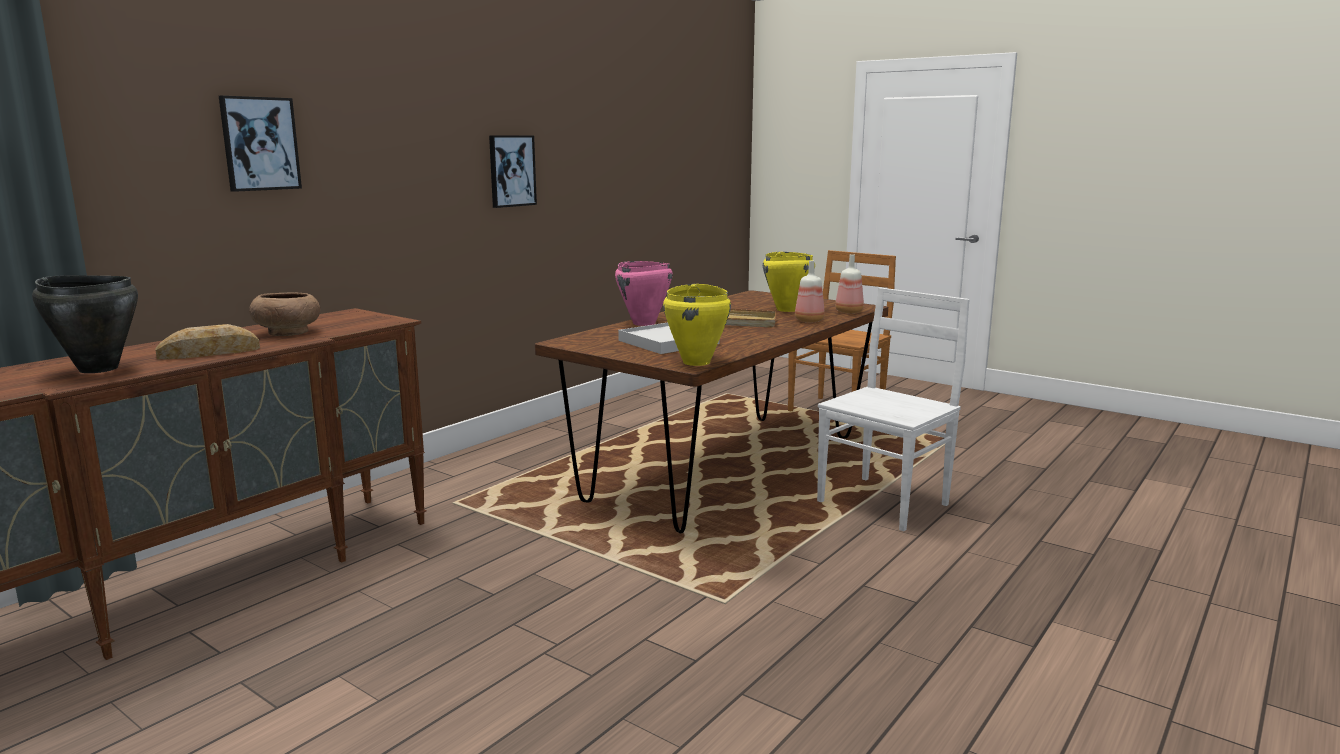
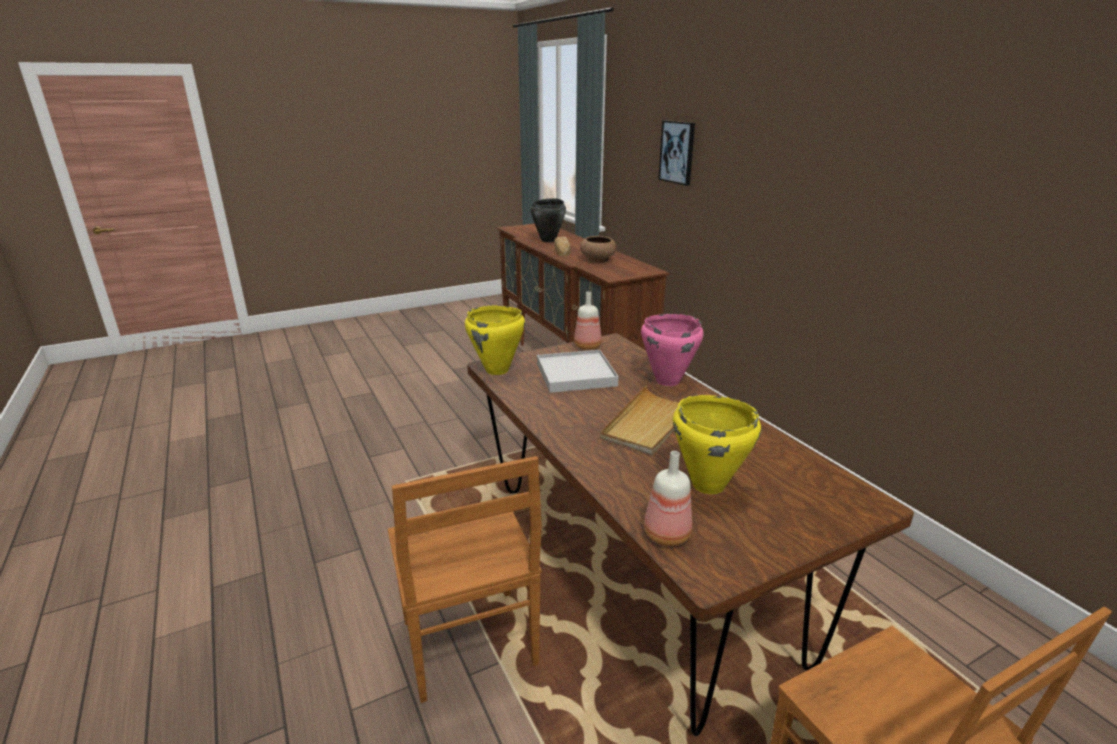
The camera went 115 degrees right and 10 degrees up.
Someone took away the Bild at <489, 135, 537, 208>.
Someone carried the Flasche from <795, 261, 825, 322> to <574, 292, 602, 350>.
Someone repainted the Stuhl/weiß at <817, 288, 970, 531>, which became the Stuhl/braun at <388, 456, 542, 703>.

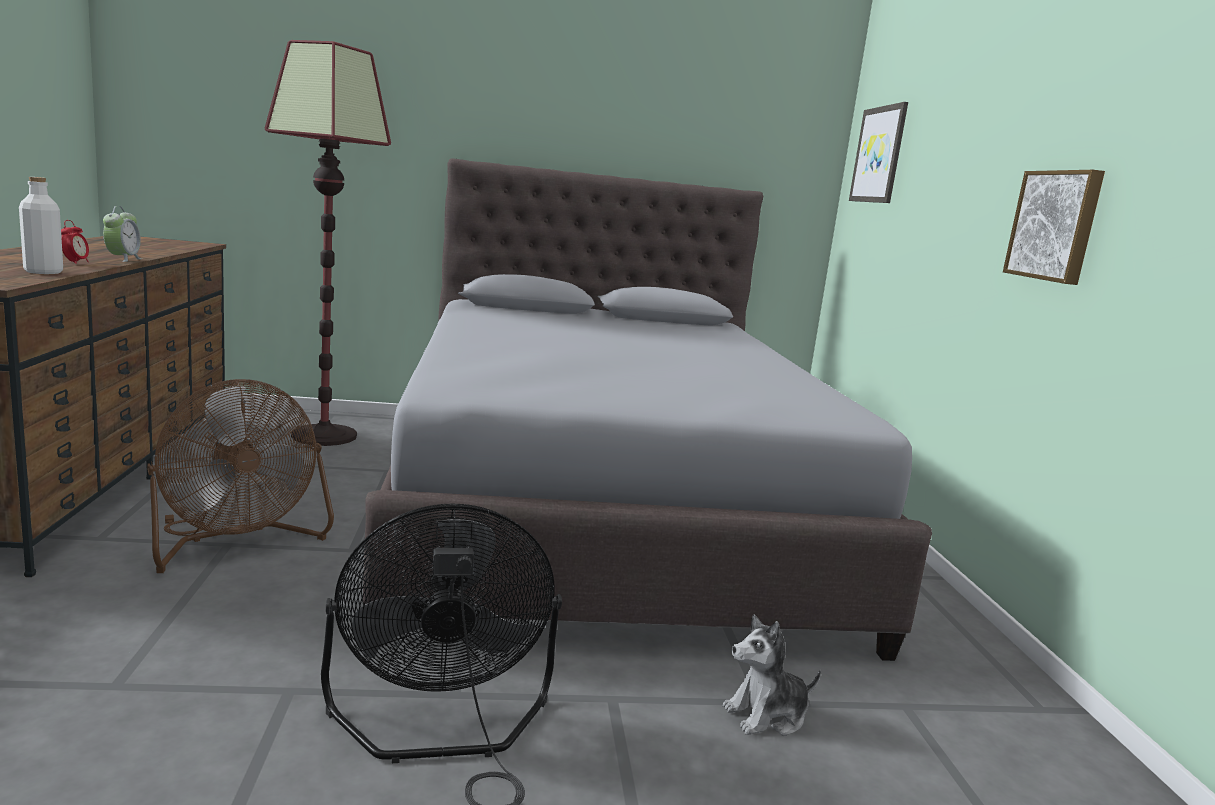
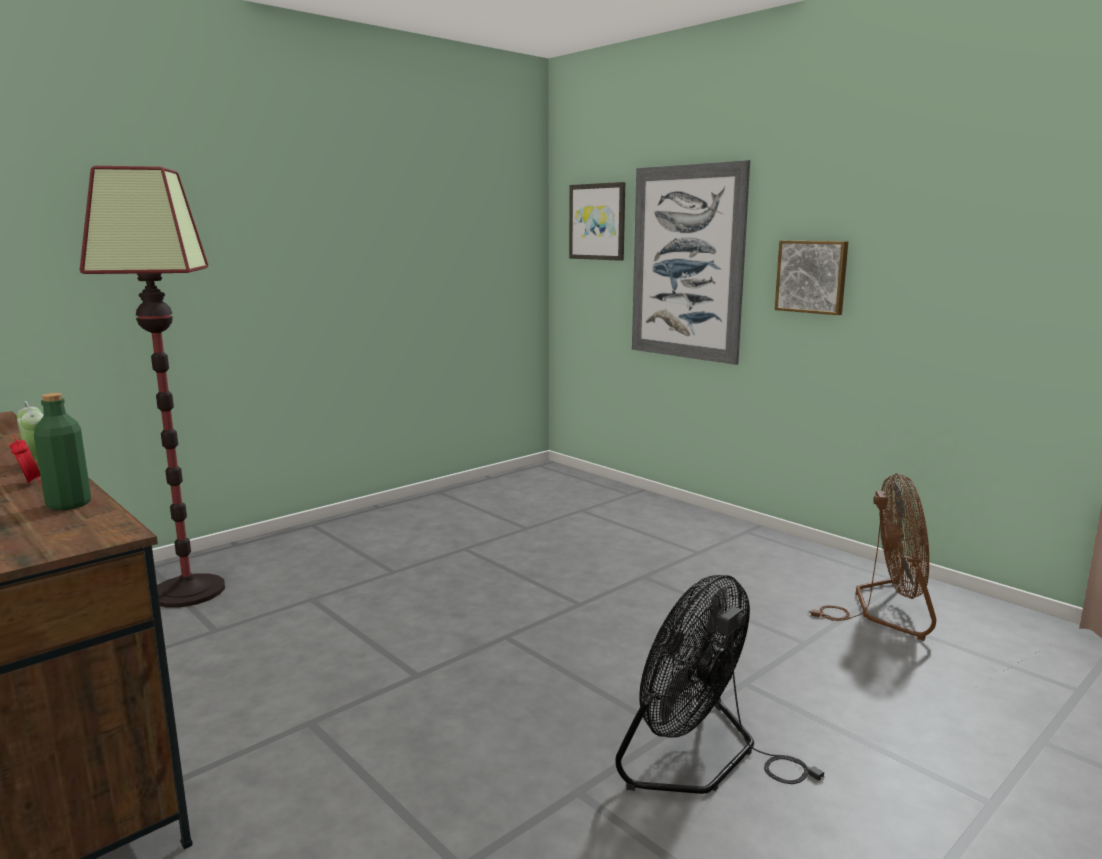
The camera went 35 degrees left and 0 degrees up.
Someone repainted the Flasche/weiß at <19, 177, 63, 274>, which became the Flasche/grün at <34, 393, 91, 510>.
Someone carried the Ventilator/braun from <147, 379, 334, 573> to <808, 473, 936, 641>.
Someone took away the Bett/grau at <363, 159, 932, 661>.
Someone took away the Plüschtier at <723, 614, 821, 736>.
Someone put up the Bild at <632, 160, 750, 365>.

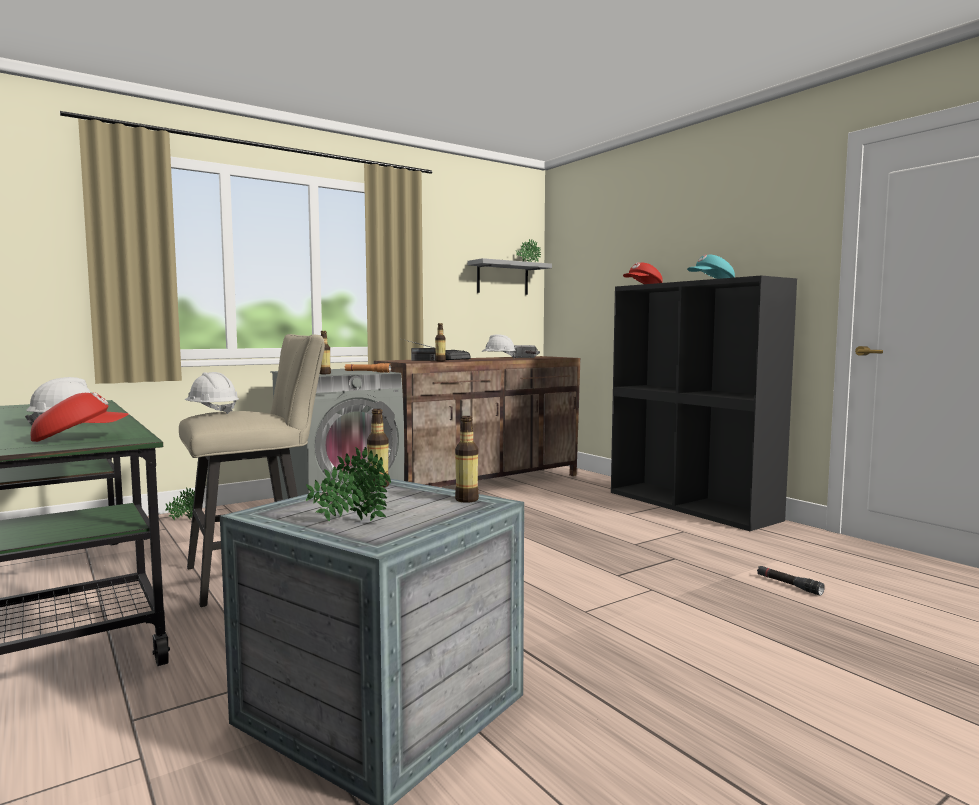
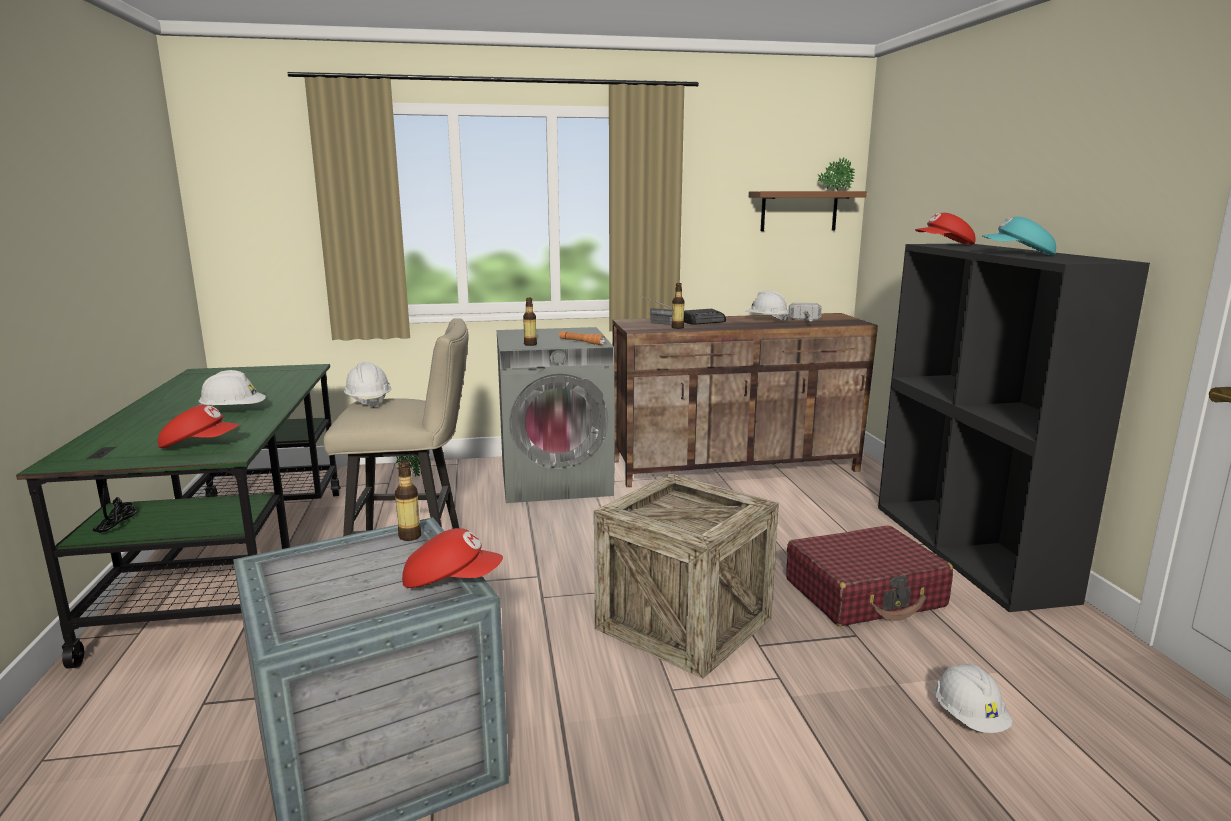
The camera went 25 degrees right and 10 degrees up.
Someone took away the Topfpflanze at <306, 447, 391, 522>.
Someone swapped the Flasche at <455, 416, 479, 503> for the Kappe/rot at <402, 528, 503, 588>.
Someone repainted the Wandregal/grau at <468, 258, 552, 295>, which became the Wandregal/braun at <749, 191, 867, 231>.
Someone swapped the Taschenlampe/schwarz at <757, 566, 825, 595> for the Schutzhelm/weiß at <934, 664, 1012, 733>.
Someone put down the Kiste at <594, 473, 779, 679>.
Someone put down the Koffer/rot at <786, 525, 953, 626>.

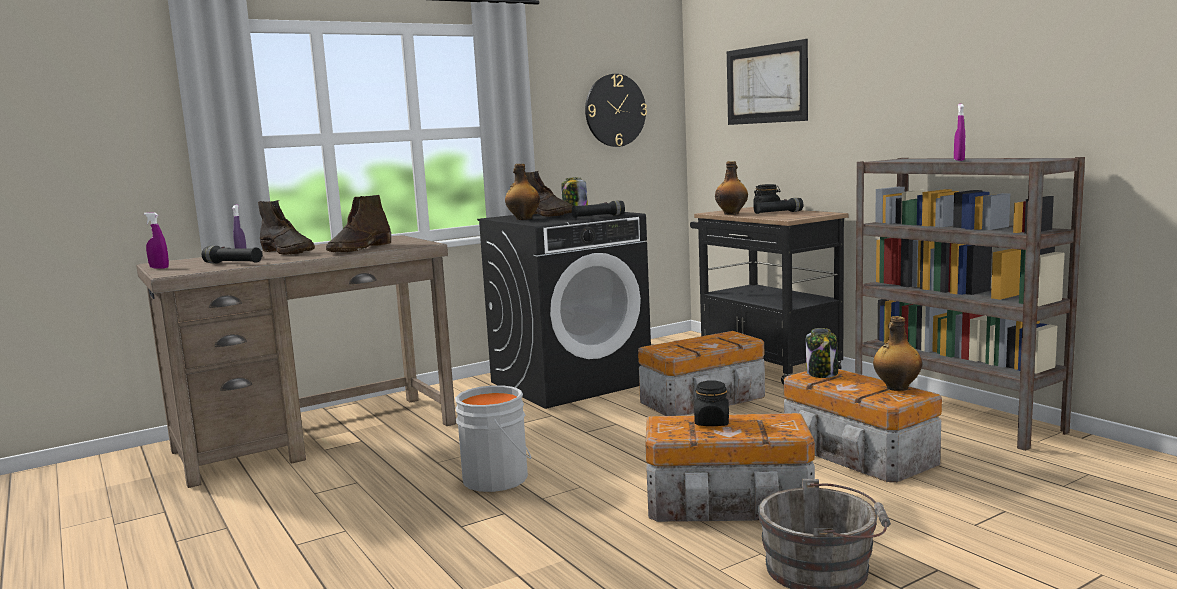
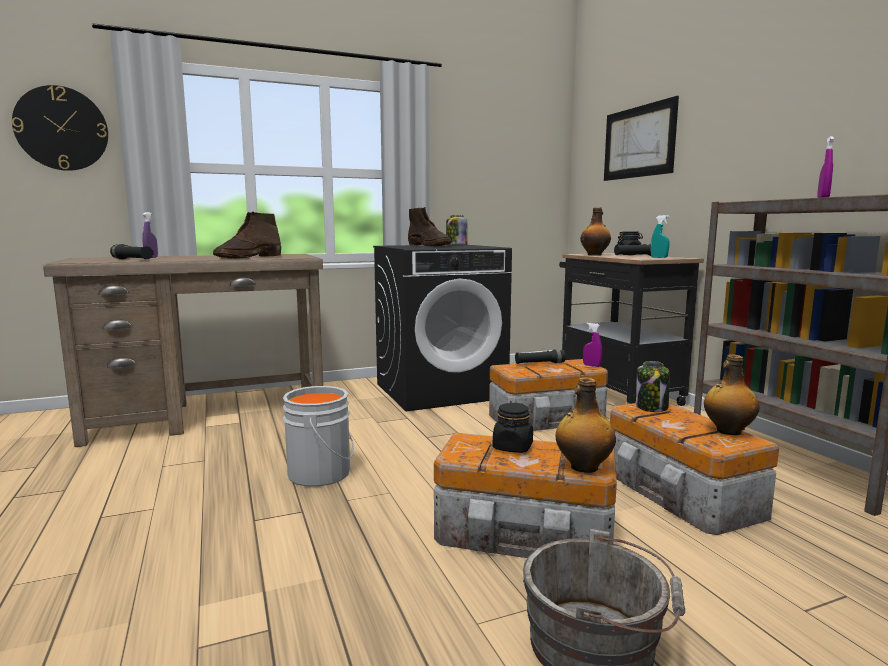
The camera went 10 degrees right and 0 degrees up.
Someone carried the Sprühflasche/lila from <144, 212, 169, 269> to <583, 323, 602, 367>.
Someone took away the Stiefel/braun at <258, 200, 315, 255>.
Someone carried the Flasche from <505, 164, 540, 220> to <556, 378, 616, 473>.
Someone carried the Taschenlampe/schwarz from <572, 200, 625, 218> to <515, 349, 566, 364>.
Someone carried the Wanduhr from <585, 74, 647, 147> to <12, 85, 108, 171>.
Someone put down the Sprühflasche/türkis at <651, 215, 670, 258>.

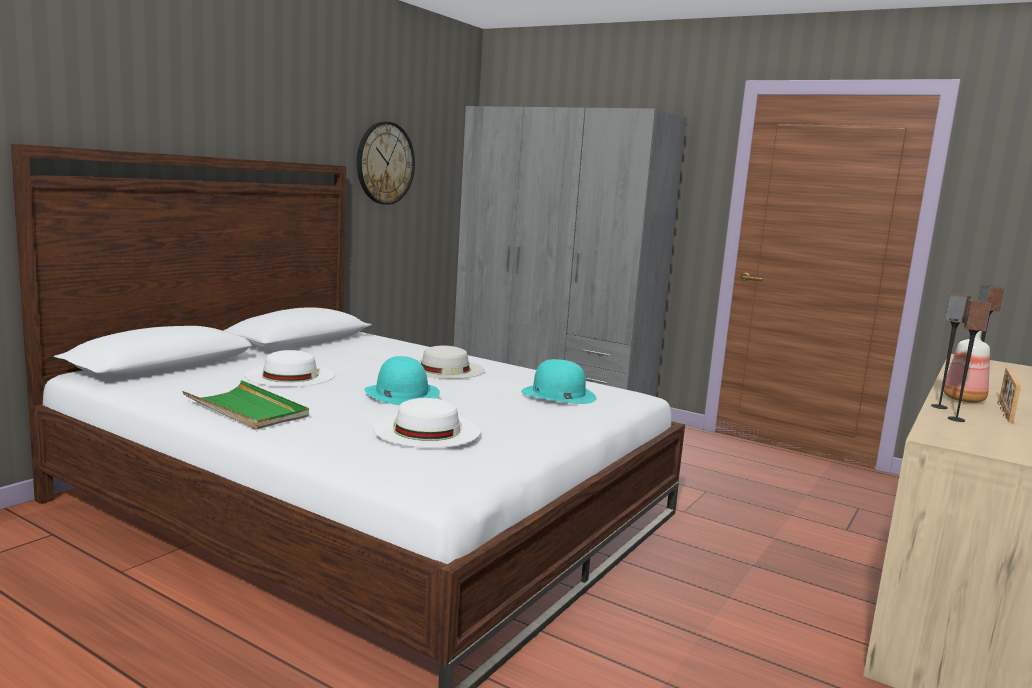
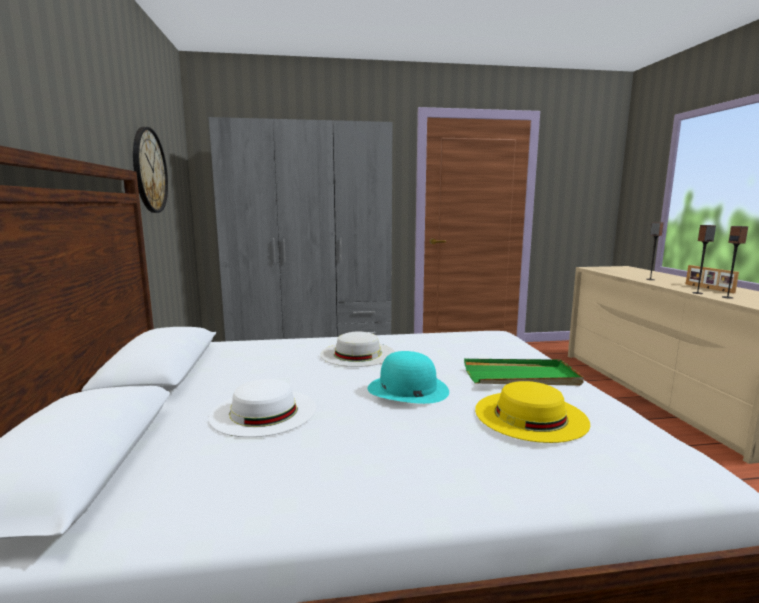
The camera went 40 degrees left and 0 degrees up.
Someone carried the Tablett/grün from <182, 380, 309, 430> to <464, 359, 584, 386>.
Someone repainted the Hut/weiß at <373, 398, 481, 448>, which became the Hut/gelb at <475, 381, 590, 443>.
Someone took away the Hut/türkis at <521, 359, 597, 404>.
Someone took away the Flasche at <943, 331, 990, 403>.

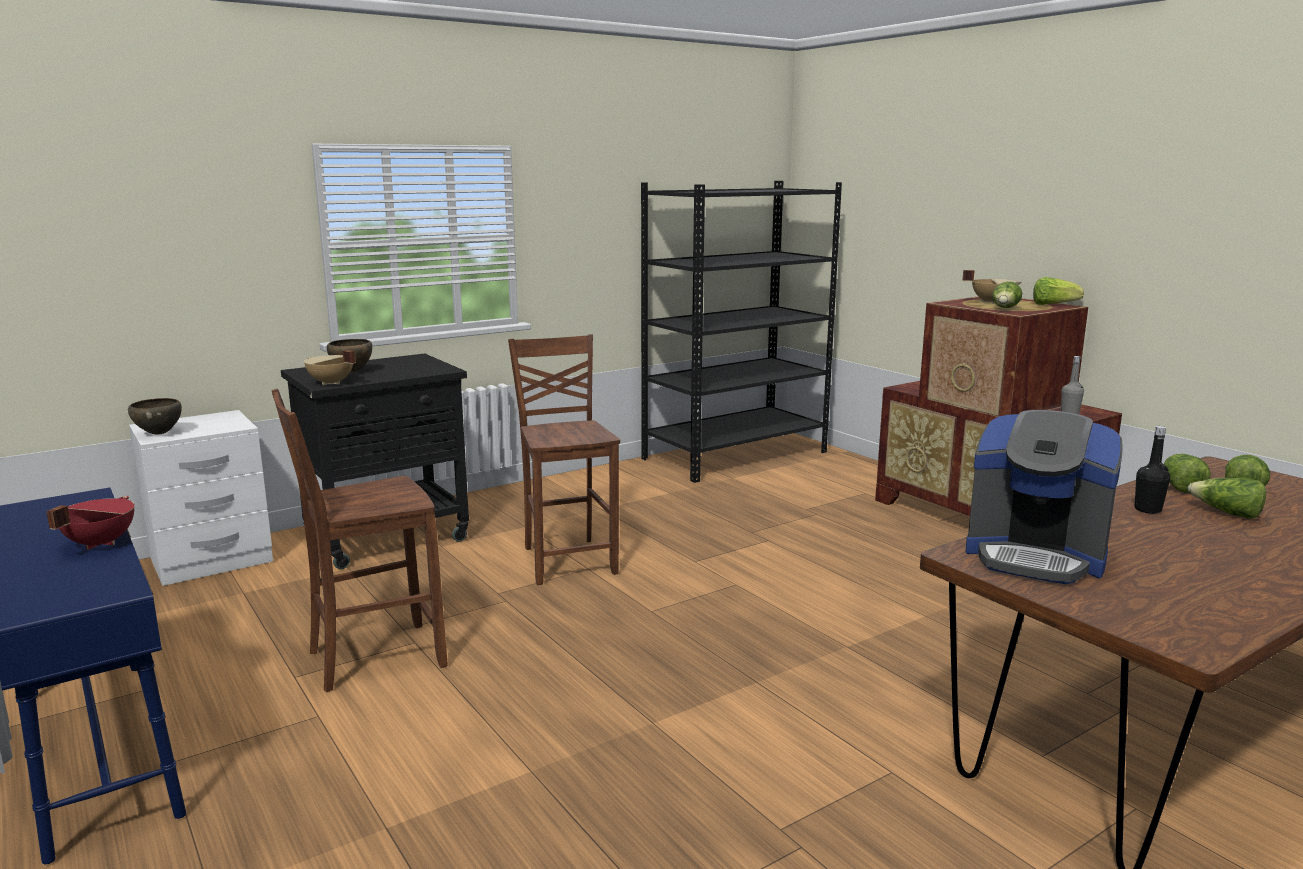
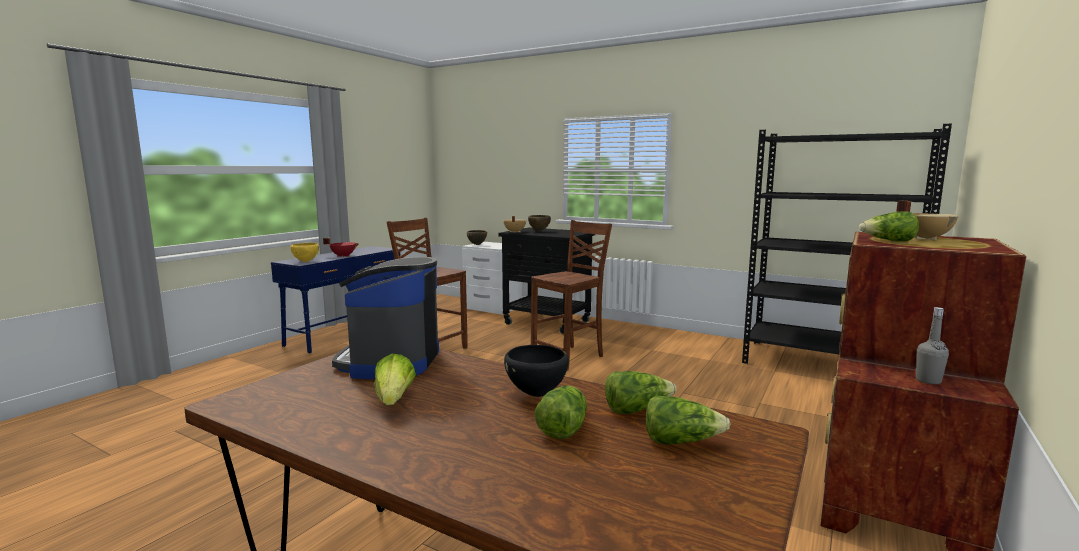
The camera went 65 degrees right and 5 degrees down.
Someone carried the Salatkopf from <1033, 277, 1084, 305> to <374, 354, 416, 405>.
Someone swapped the Flasche/schwarz at <1135, 426, 1170, 514> for the Schüssel/schwarz at <504, 345, 569, 397>.
Someone put down the Schüssel/gelb at <291, 243, 319, 262>.

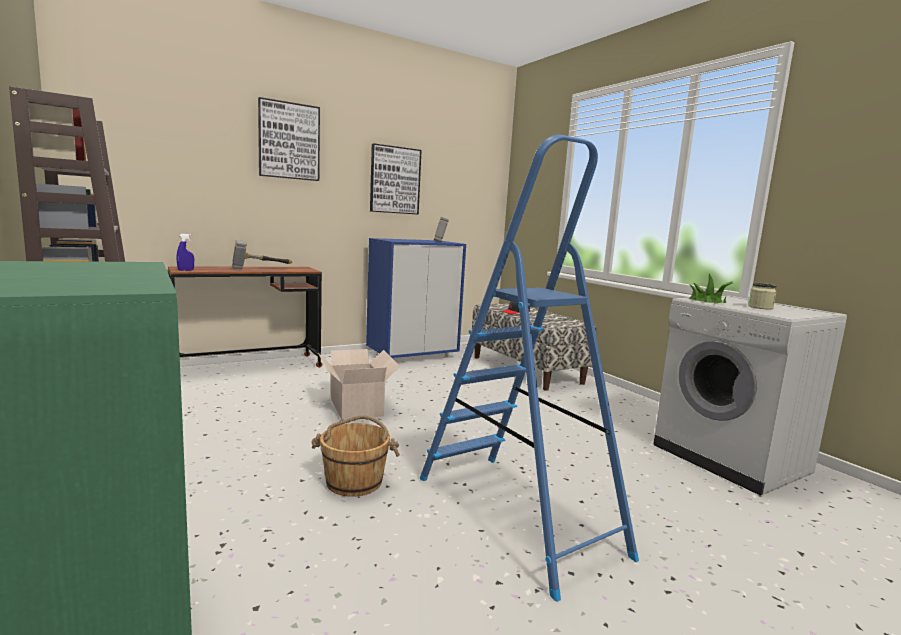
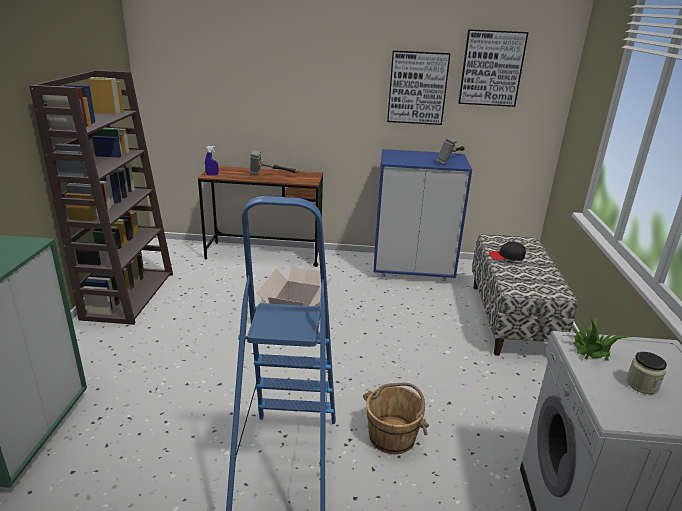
The camera went 35 degrees right and 15 degrees up.
Someone carried the Bild from <258, 97, 320, 181> to <458, 29, 529, 107>.
Someone carried the Eimer/braun from <311, 415, 400, 497> to <363, 383, 429, 454>.

